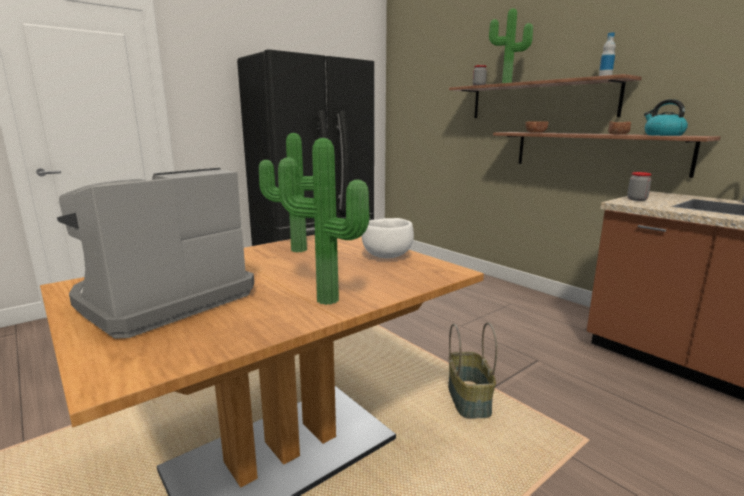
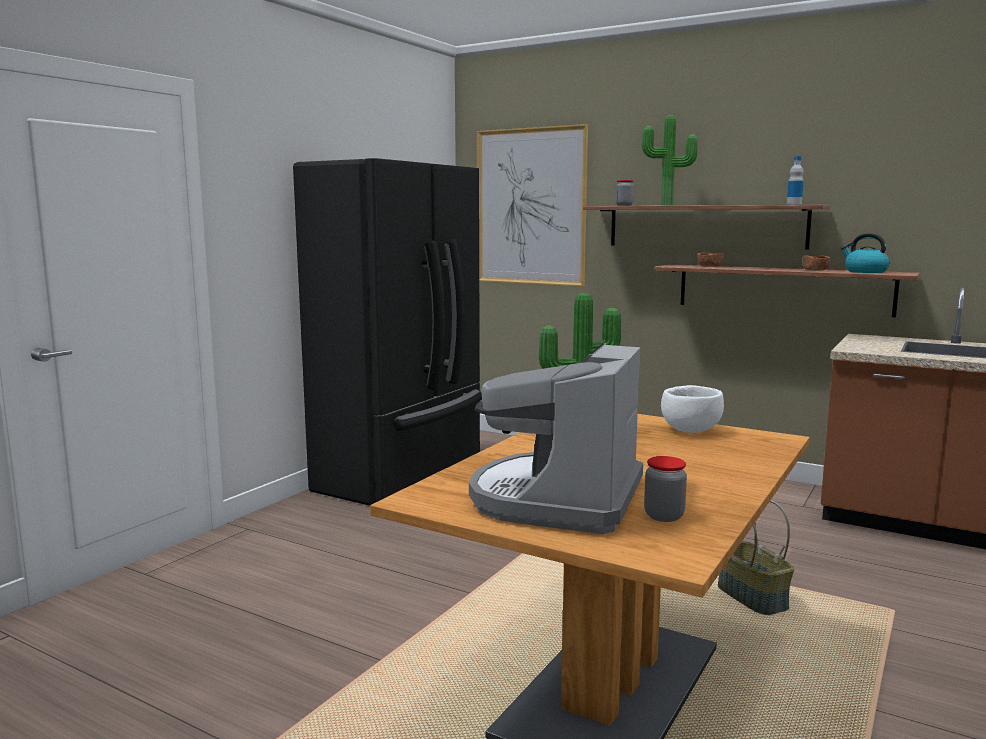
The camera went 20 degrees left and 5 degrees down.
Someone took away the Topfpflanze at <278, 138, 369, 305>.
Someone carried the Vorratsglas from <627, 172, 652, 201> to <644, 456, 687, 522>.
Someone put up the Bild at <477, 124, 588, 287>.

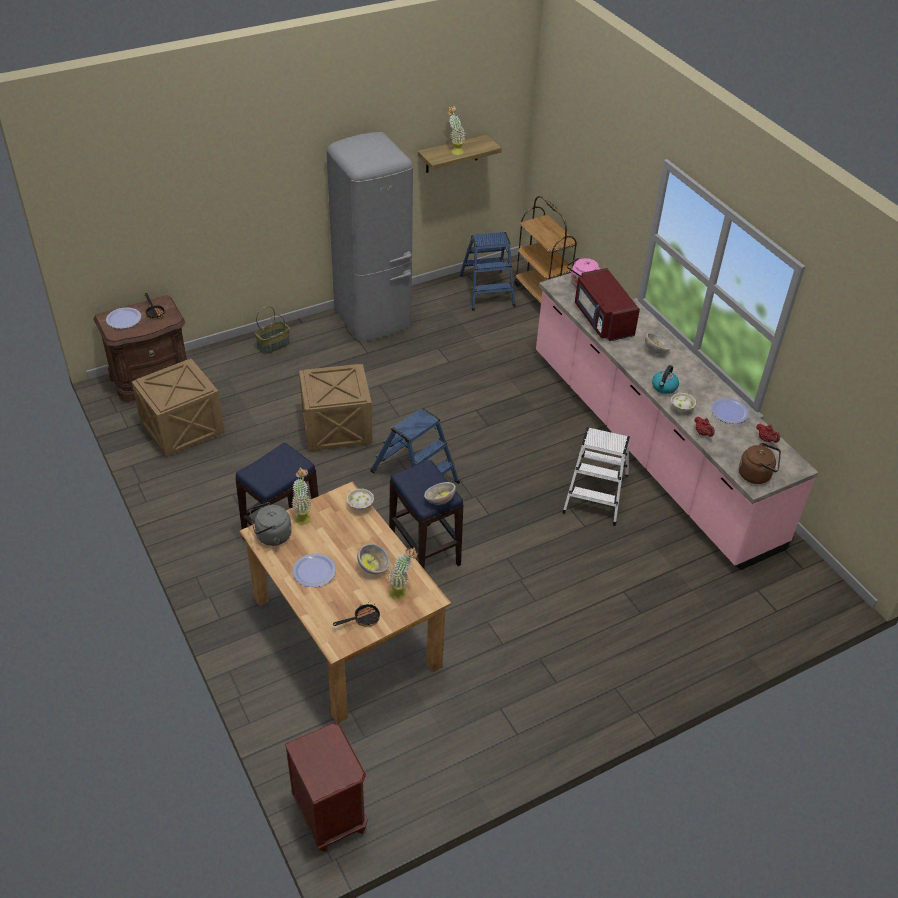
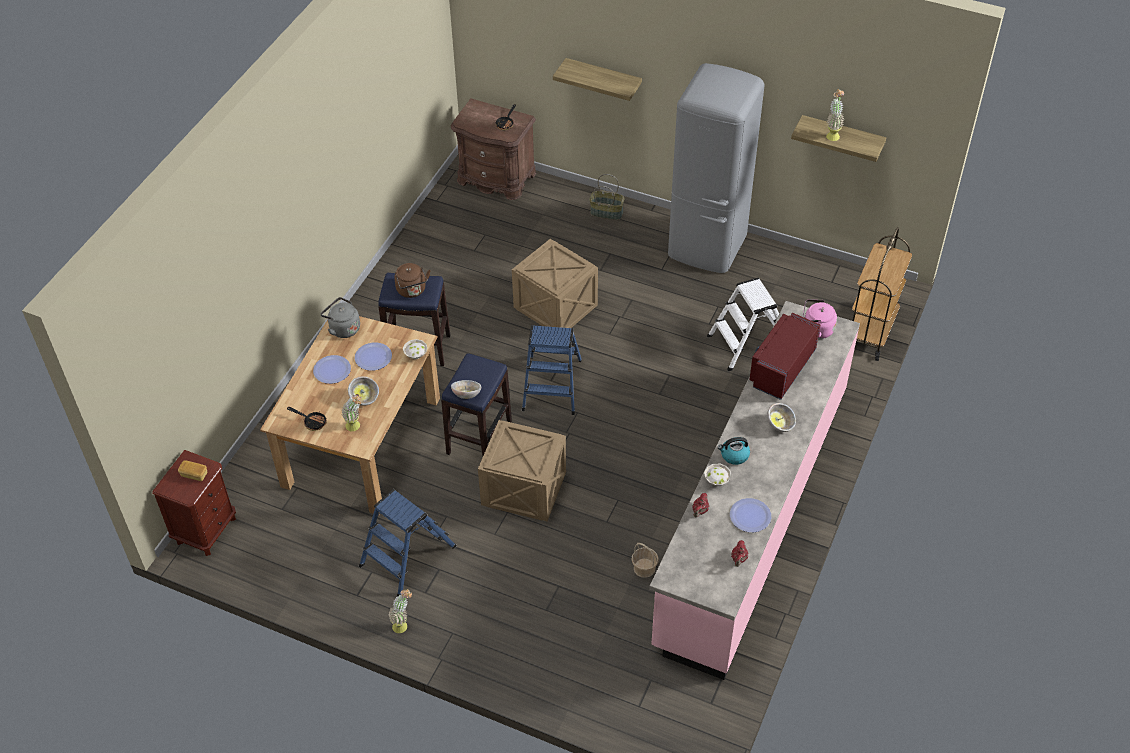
The camera went 55 degrees right and 5 degrees up.
Someone carried the Teller from <106, 307, 141, 329> to <355, 342, 392, 371>.
Someone carried the Kiste from <132, 359, 225, 457> to <478, 420, 566, 521>.
Someone carried the Topfpflanze from <291, 467, 311, 525> to <389, 589, 412, 633>.
Someone carried the Trittleiter/blau from <459, 232, 516, 311> to <359, 489, 457, 597>.
Someone carried the Trittleiter/weiß from <562, 427, 630, 526> to <707, 277, 779, 371>.
Someone carried the Wasserkessel/braun from <739, 443, 781, 484> to <394, 263, 431, 298>.
Someone put down the Brot at <178, 460, 207, 481>.
Someone put up the Wandregal at <553, 58, 642, 101>.
Someone put down the Korb at <631, 543, 659, 578>.

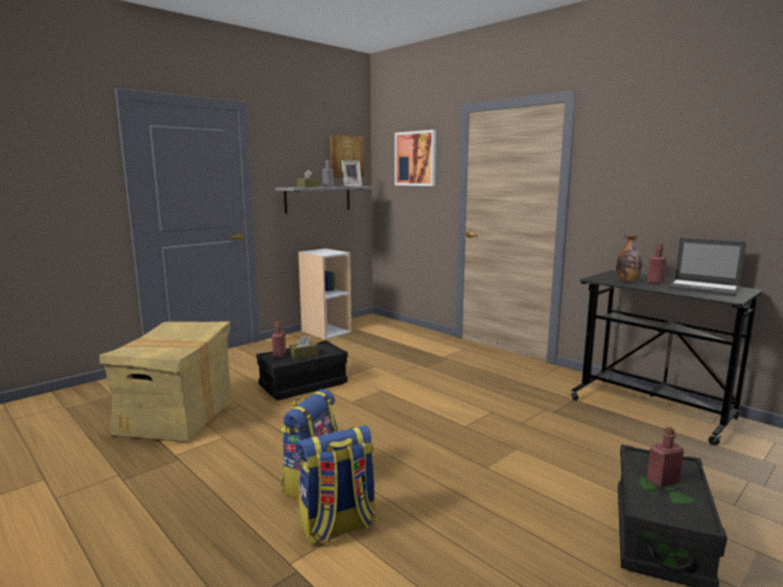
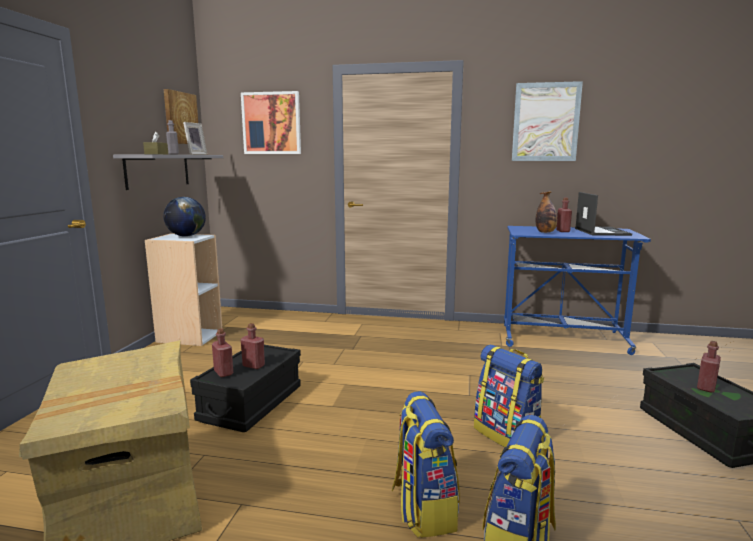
The camera went 35 degrees left and 0 degrees up.
Someone swapped the Taschentuchbox/braun at <290, 335, 318, 359> for the Flasche/rot at <240, 323, 265, 369>.
Someone repainted the Schreibtisch/schwarz at <571, 270, 763, 446>, which became the Schreibtisch/blau at <504, 226, 651, 355>.
Someone rotated the Laptop at <667, 238, 746, 297> by 90 degrees counterclockwise.
Someone put down the Globus at <163, 197, 206, 237>.
Someone put down the Rucksack at <474, 345, 544, 447>.
Someone put up the Bild at <512, 81, 583, 161>.

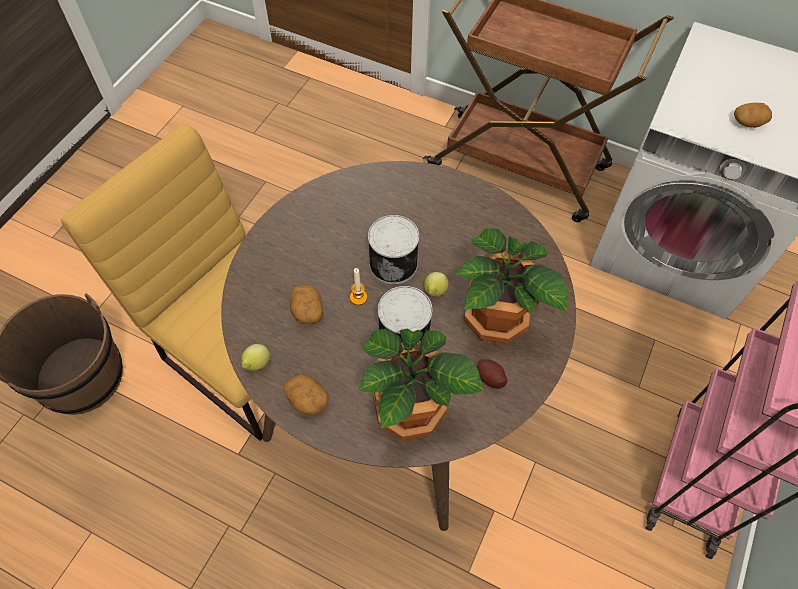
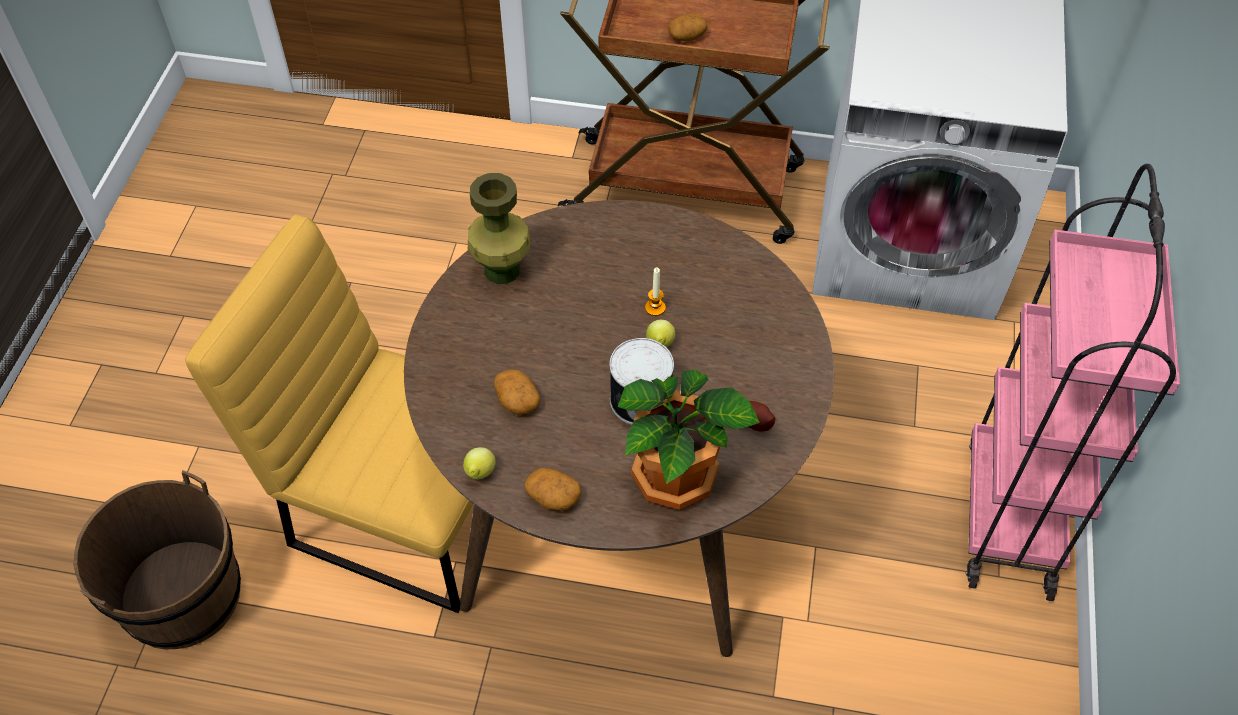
The camera went 15 degrees left and 5 degrees down.
Someone carried the Kerze from <350, 268, 367, 305> to <645, 268, 666, 316>.
Someone took away the Dose at <368, 215, 419, 284>.
Someone took away the Topfpflanze at <455, 228, 568, 343>.
Someone carried the Kartoffel from <734, 103, 772, 128> to <668, 13, 707, 41>.
Someone put down the Vase/grün at <468, 173, 530, 284>.

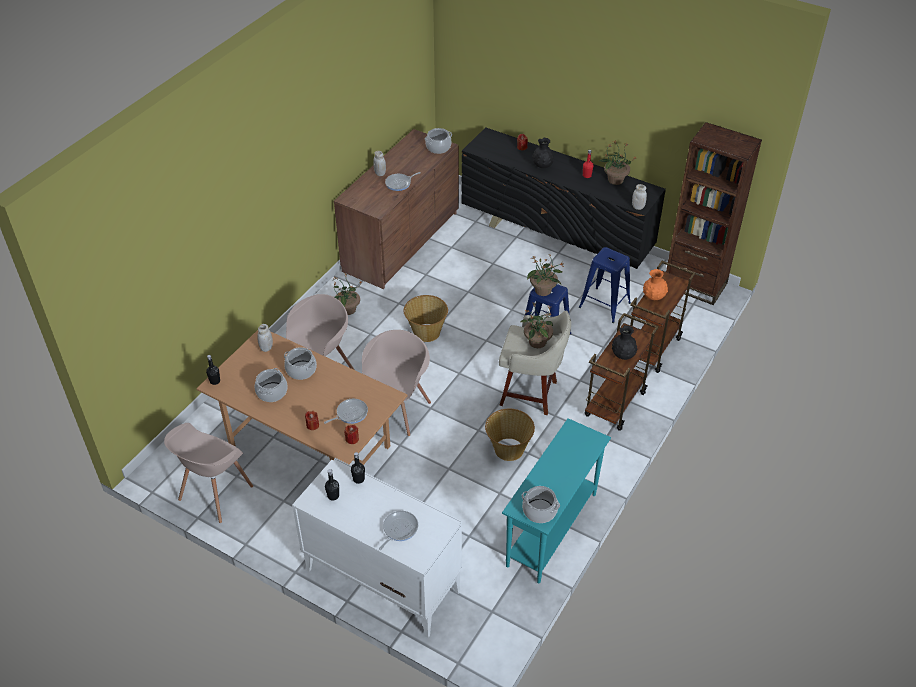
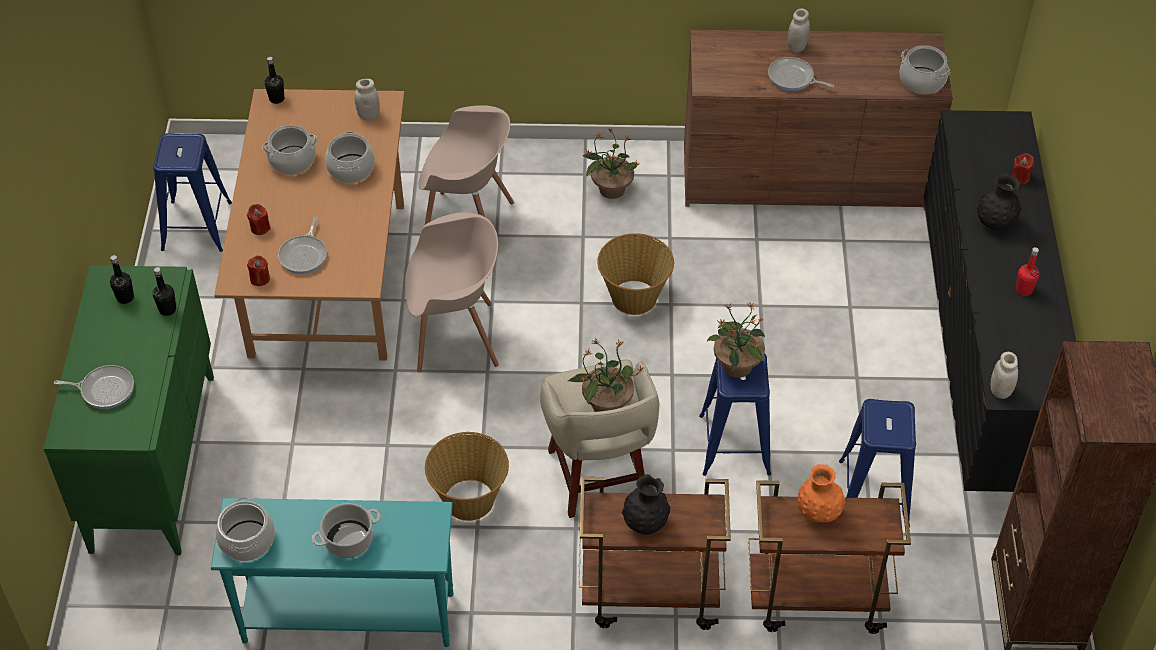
The camera went 60 degrees right and 5 degrees up.
Someone swapped the Stuhl/beige at <164, 423, 253, 523> for the Hocker/blau at <153, 133, 232, 252>.
Someone repainted the Schrank/weiß at <292, 458, 462, 638>, which became the Schrank/grün at <44, 265, 214, 555>.
Someone rotated the Pfanne at <324, 399, 368, 424> by 75 degrees clockwise.
Someone took away the Topfpflanze at <599, 141, 636, 185>.
Someone put down the Kochtopf at <312, 503, 381, 558>.

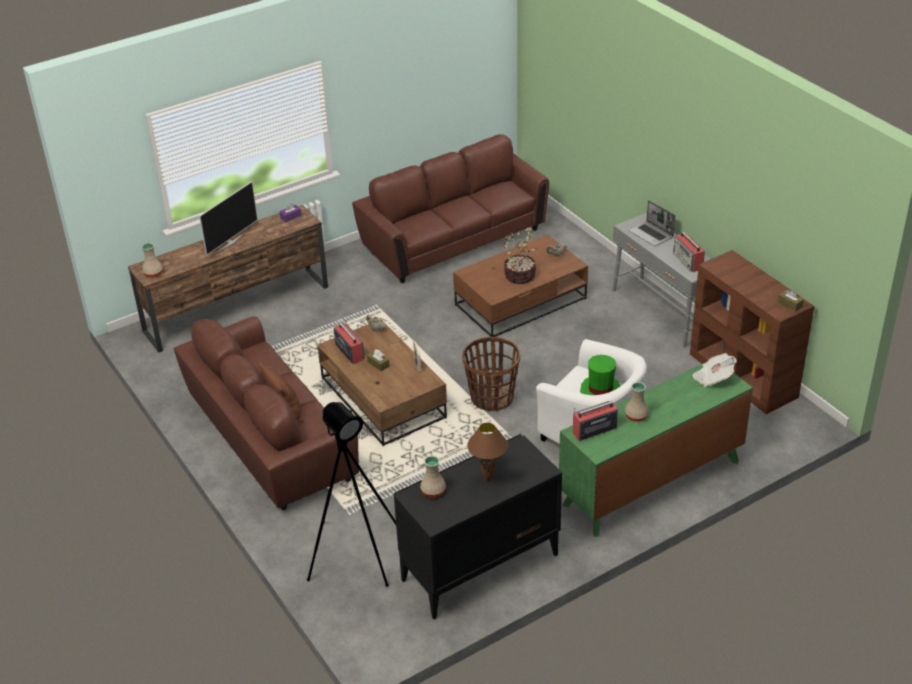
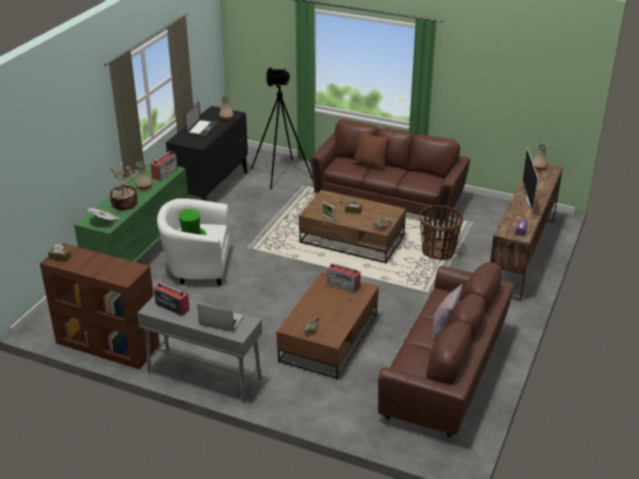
The camera went 145 degrees right and 5 degrees down.
Someone carried the Radio from <334, 319, 365, 364> to <327, 263, 361, 292>.
Someone carried the Korb from <462, 337, 520, 411> to <420, 205, 463, 260>.
Someone swapped the Tischlampe/braun at <467, 423, 508, 482> for the Laptop at <185, 101, 218, 137>.
Someone carried the Topfpflanze from <503, 227, 537, 284> to <110, 165, 137, 210>.
Someone put down the Kissen/lila at <432, 284, 463, 340>.

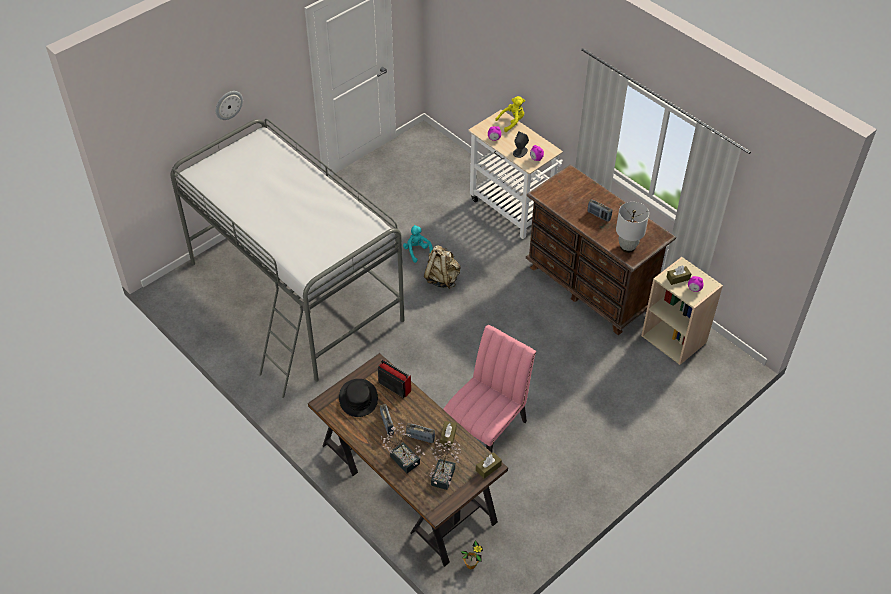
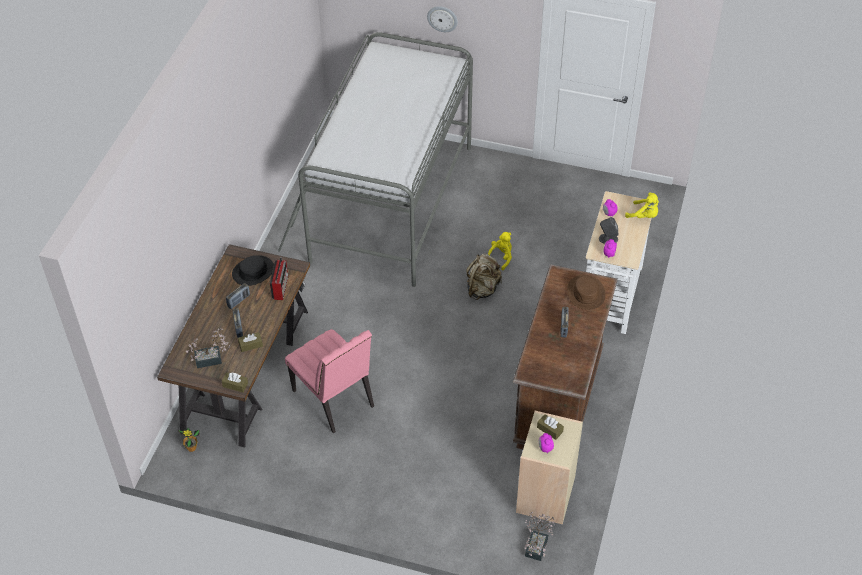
The camera went 60 degrees right and 0 degrees up.
Someone carried the Topfpflanze from <381, 423, 425, 473> to <524, 512, 554, 561>.
Someone repainted the Plüschtier/türkis at <403, 225, 433, 263>, which became the Plüschtier/gelb at <488, 232, 512, 270>.
Someone rotated the Stuhl/rosa at <443, 325, 536, 453> by 45 degrees clockwise.
Someone took away the Tischlampe/weiß at <616, 202, 649, 253>.
Someone put down the Hut/braun at <567, 275, 605, 310>.

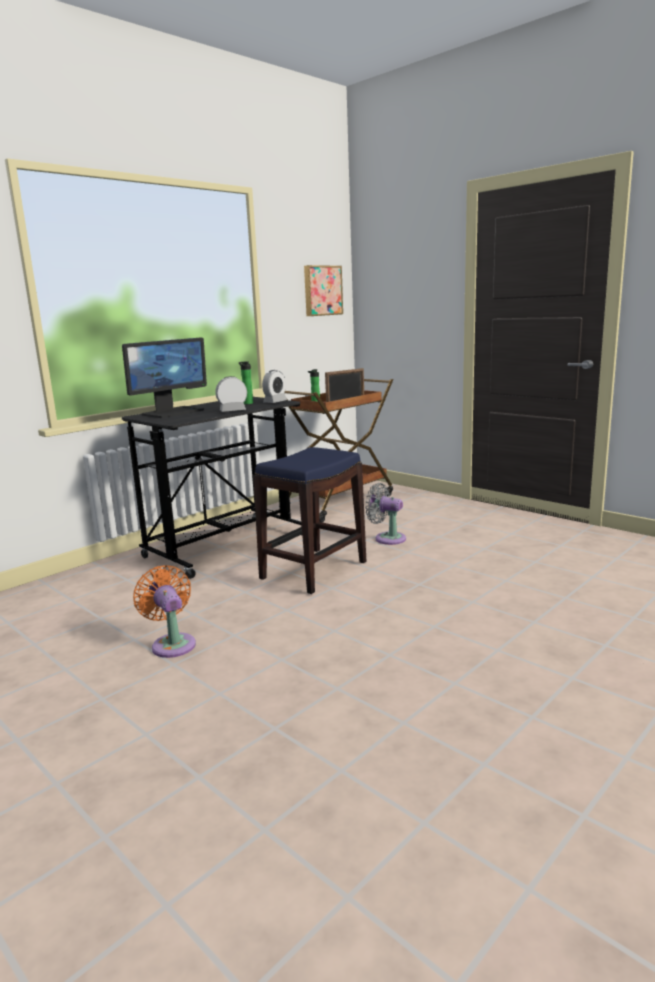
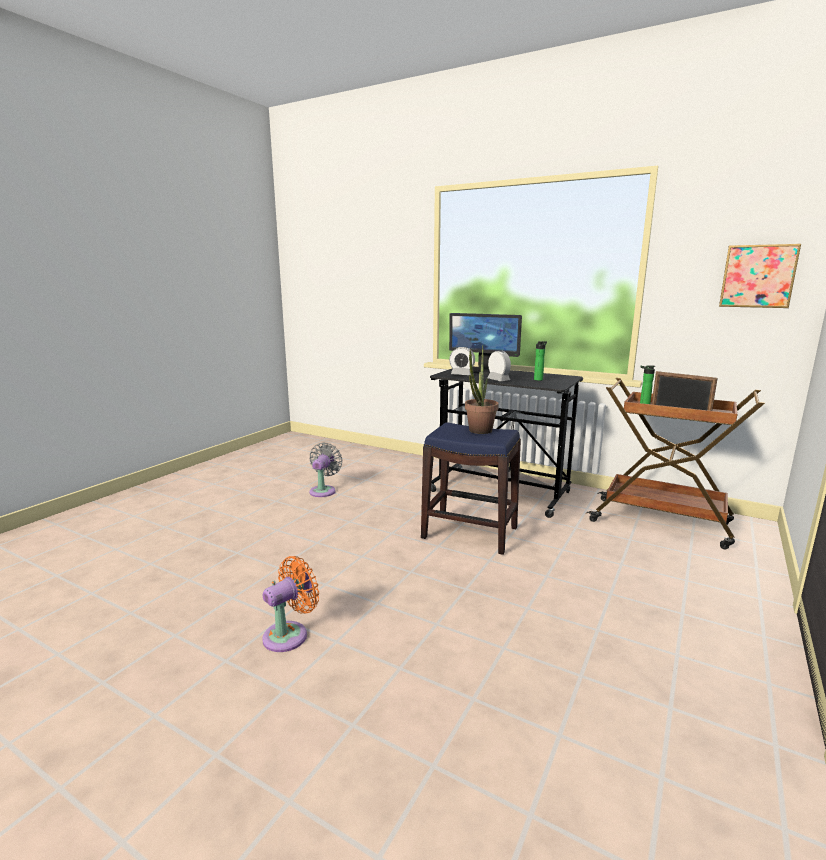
The camera went 75 degrees right and 0 degrees up.
Someone carried the Ventilator/orange from <133, 565, 196, 658> to <262, 556, 319, 652>.
Someone carried the Wecker from <262, 370, 287, 403> to <449, 347, 475, 375>.
Someone carried the Ventilator/grau from <365, 483, 406, 545> to <309, 443, 342, 497>.
Someone put down the Topfpflanze at <465, 345, 499, 434>.

